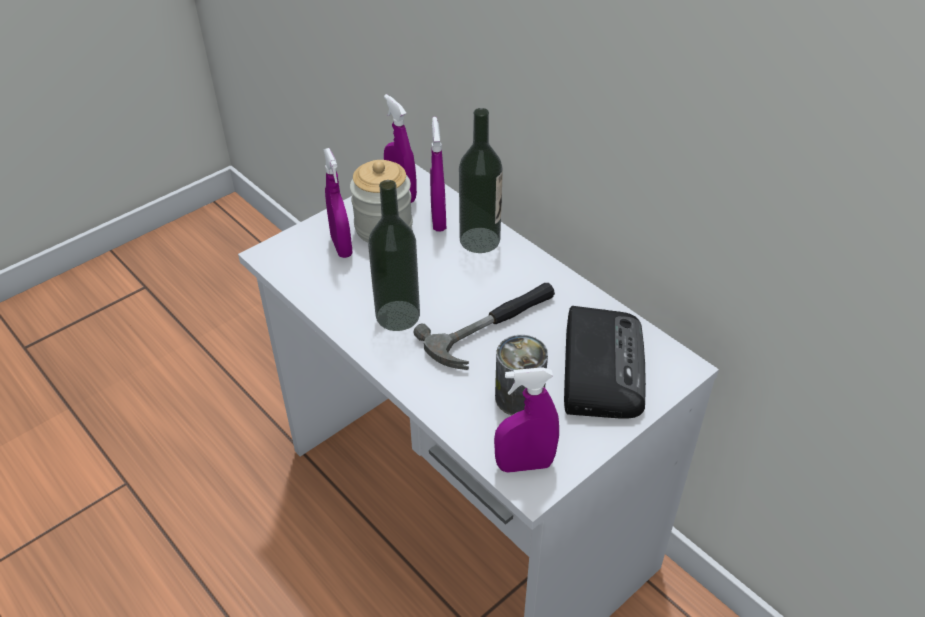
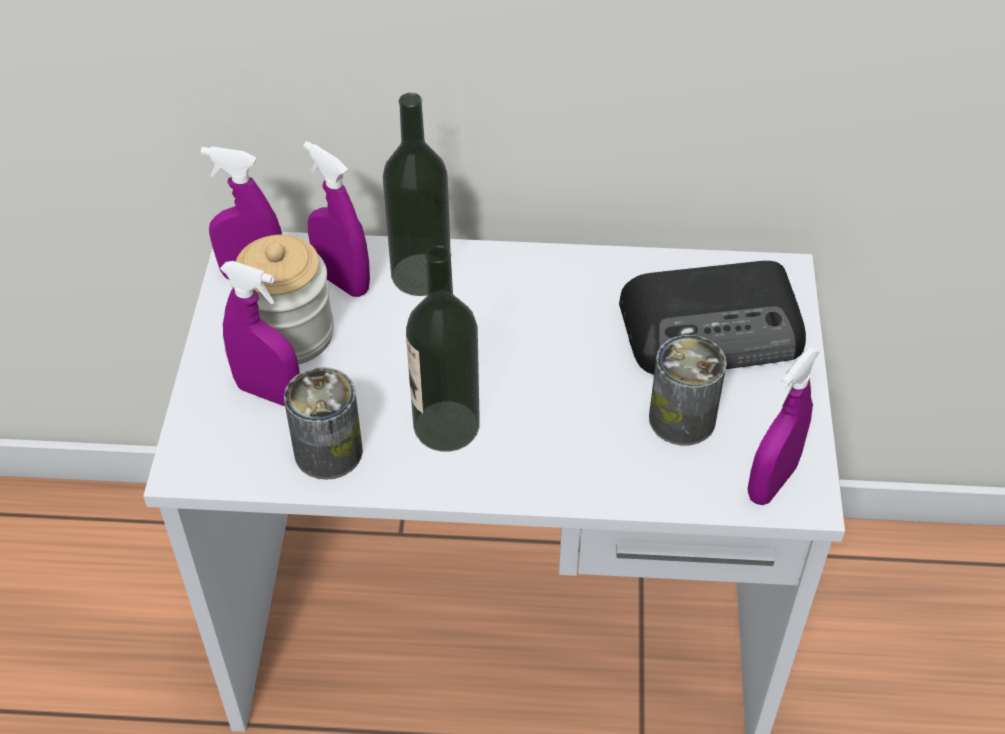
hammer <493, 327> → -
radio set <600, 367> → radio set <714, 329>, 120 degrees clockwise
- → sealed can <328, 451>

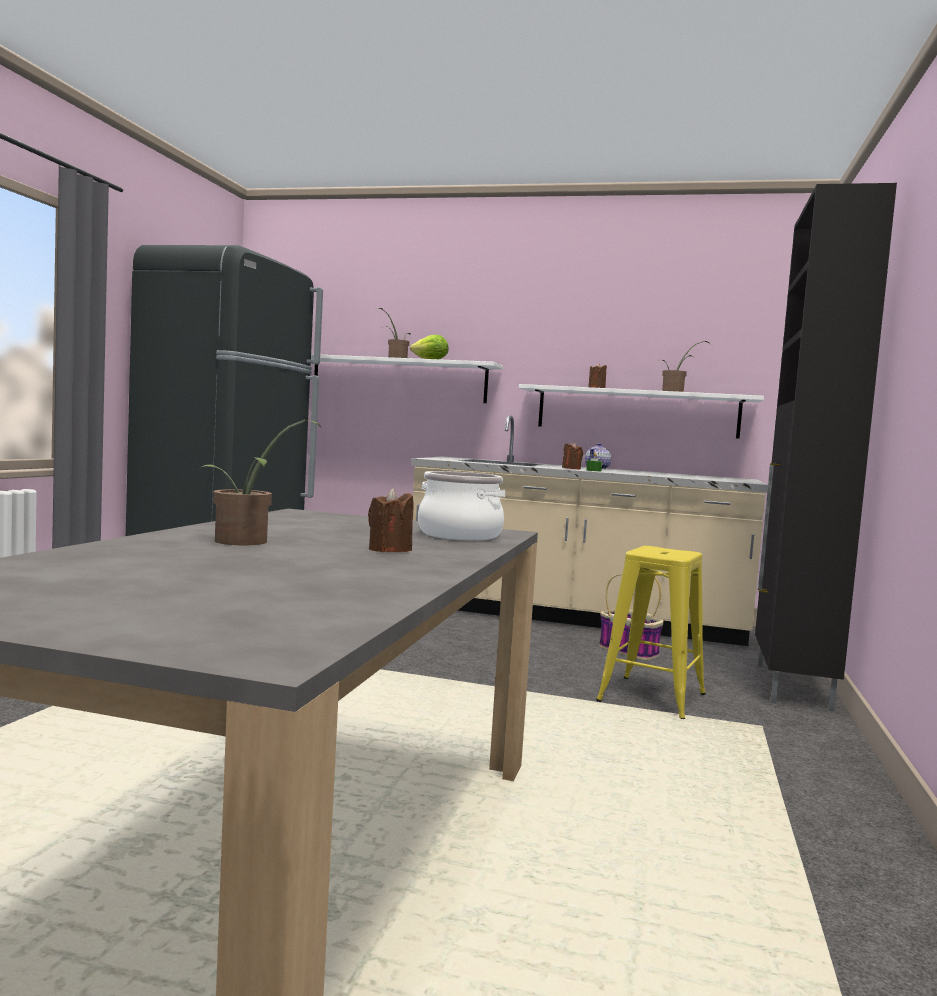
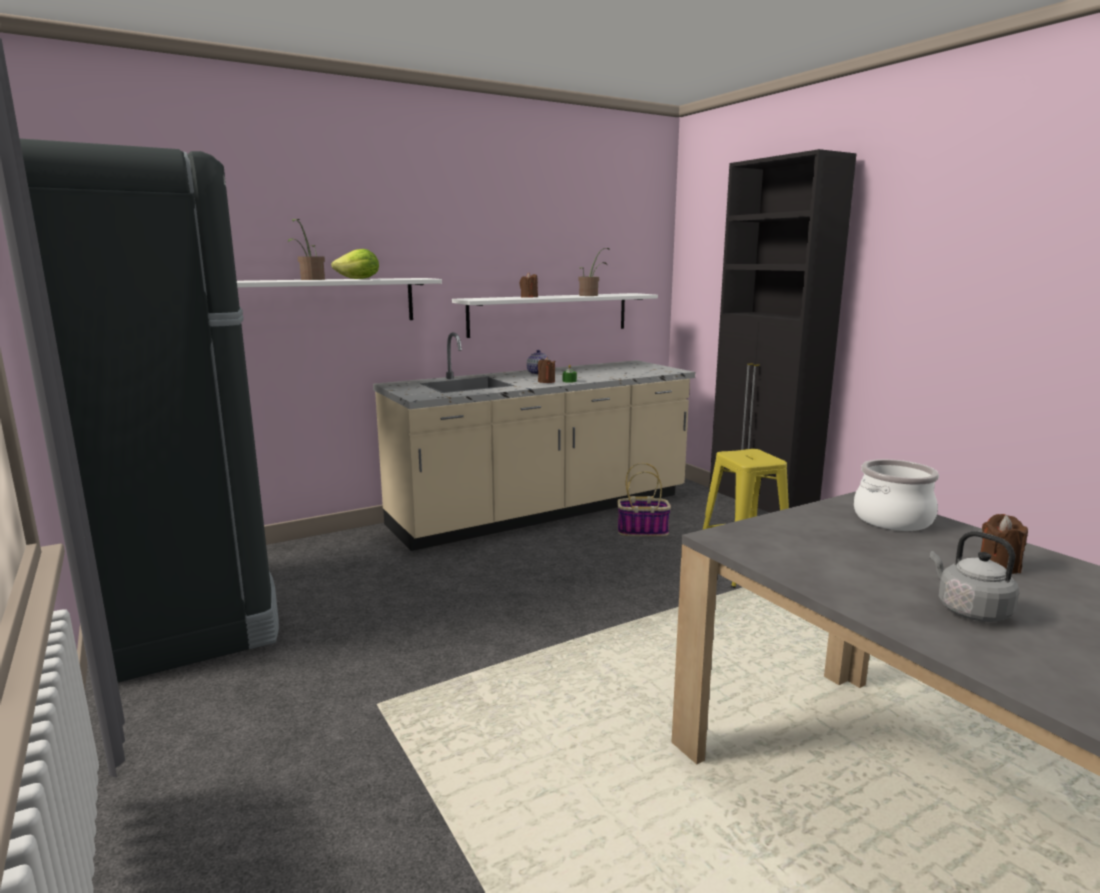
houseplant <247, 542> → gray water kettle <969, 610>

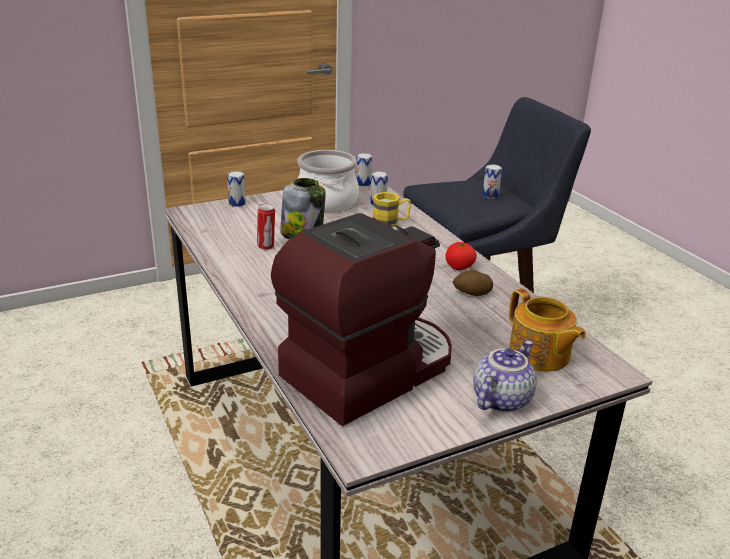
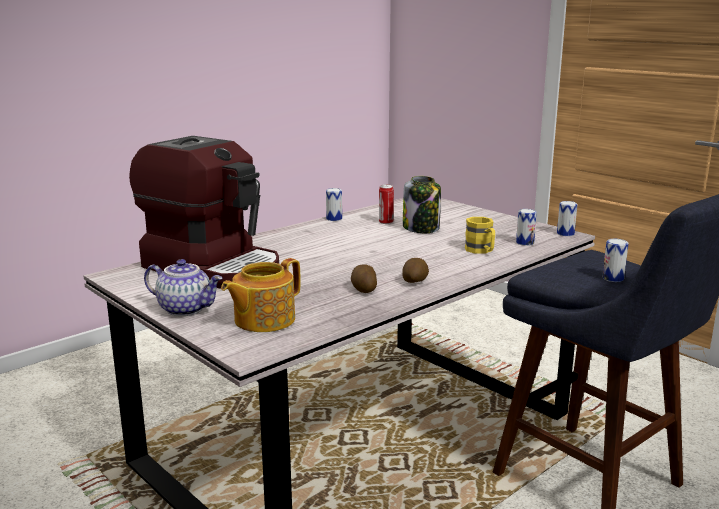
stockpot <326, 202> → -
sealed can <237, 203> → sealed can <334, 218>, moved
whole tomato <459, 267> → whole potato <415, 281>

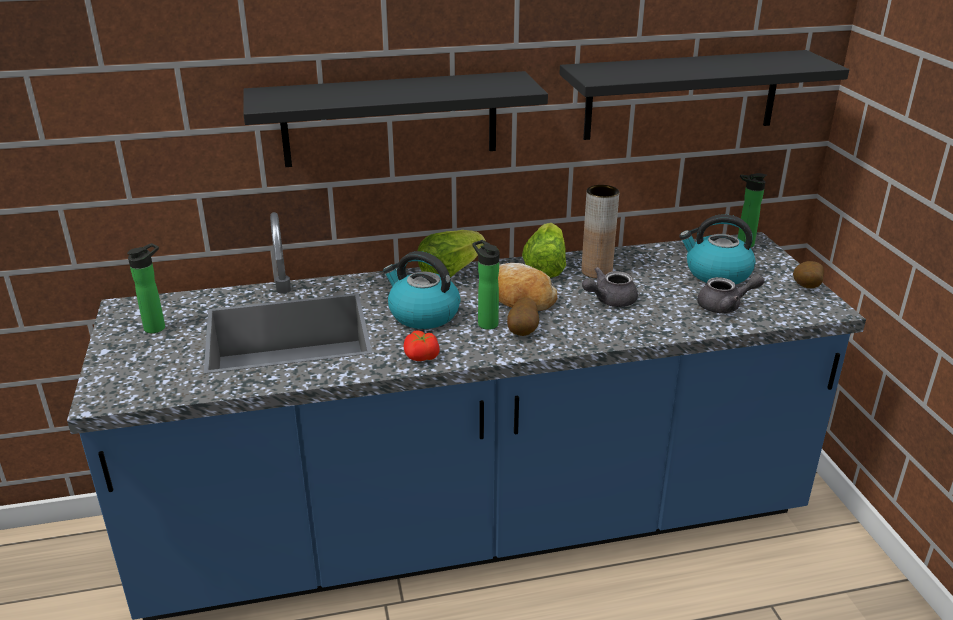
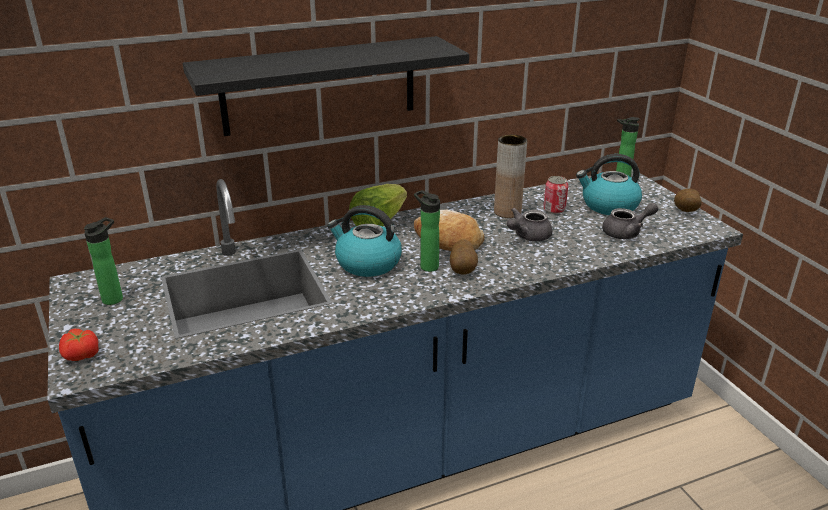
blackish bracket shelf <682, 95> → -
head of lettuce <545, 267> → -
whole tomato <421, 357> → whole tomato <81, 355>, moved
- → sealed can <554, 210>

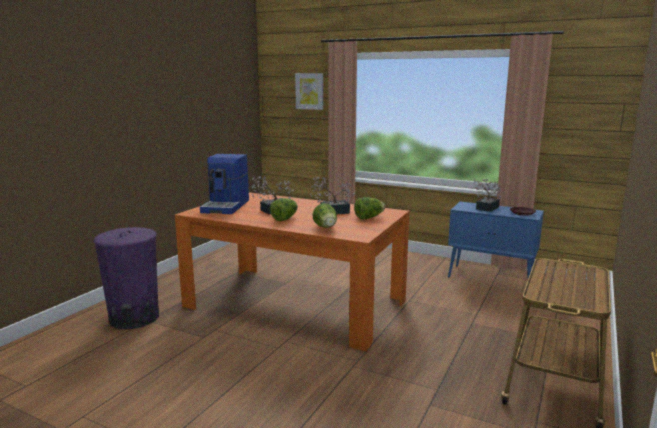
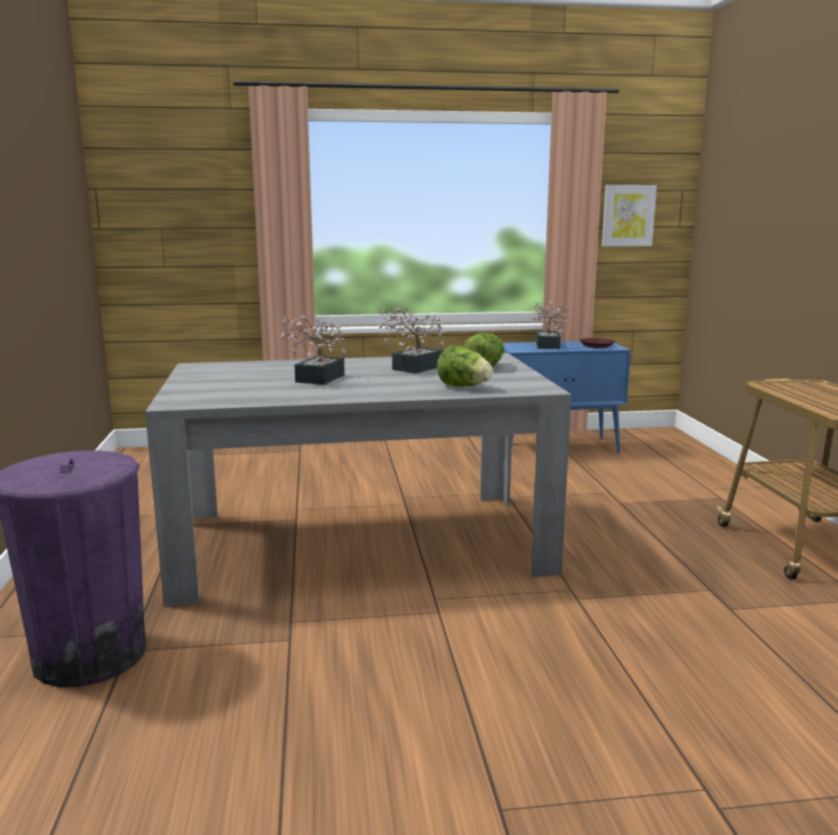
wall picture <309, 91> → wall picture <628, 215>, moved
coffee brewer <226, 206> → -
orangey kitchen table <295, 303> → gray kitchen table <361, 543>
head of lettuce <285, 219> → -

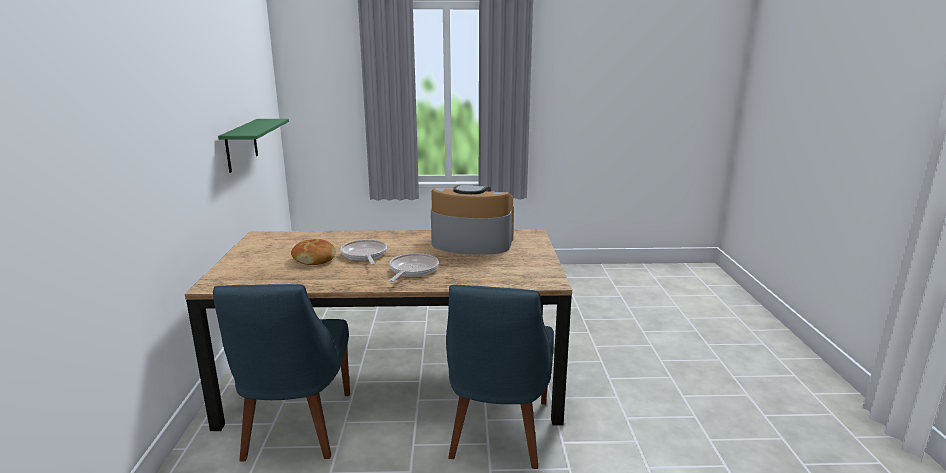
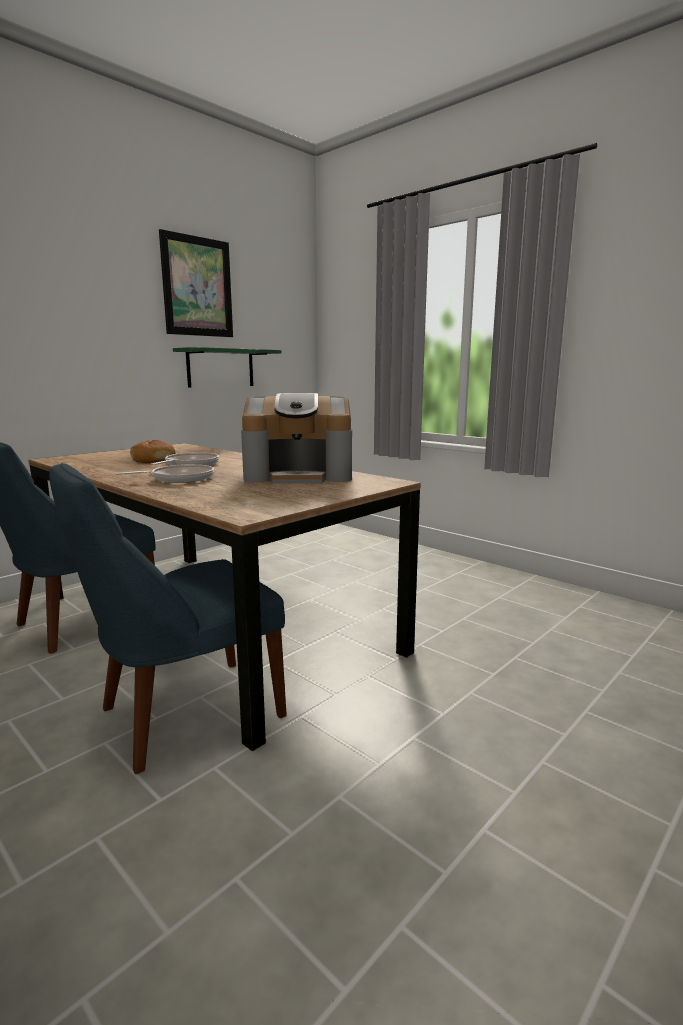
coffee brewer <471, 243> → coffee brewer <299, 475>, 120 degrees clockwise
- → wall picture <197, 287>

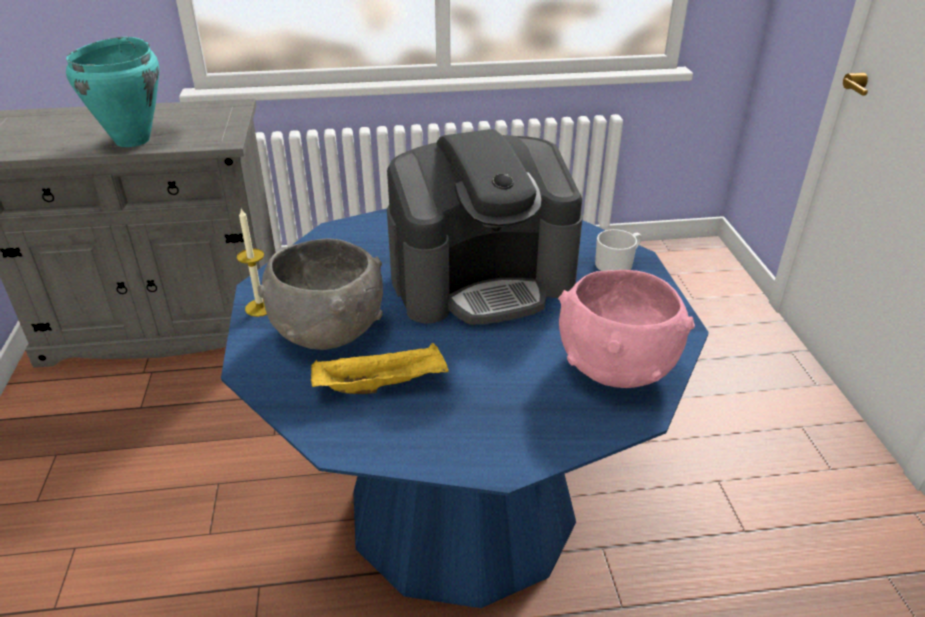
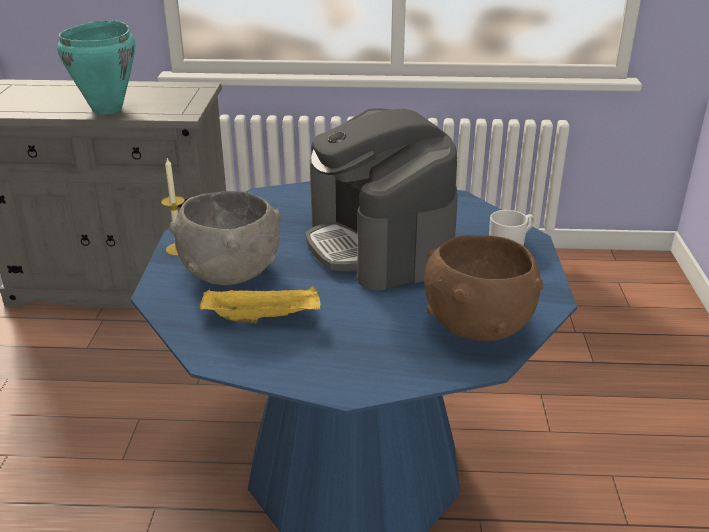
coffee brewer <482, 280> → coffee brewer <379, 244>, 75 degrees clockwise
pink deep dish <615, 367> → brown-coloured deep dish <477, 325>

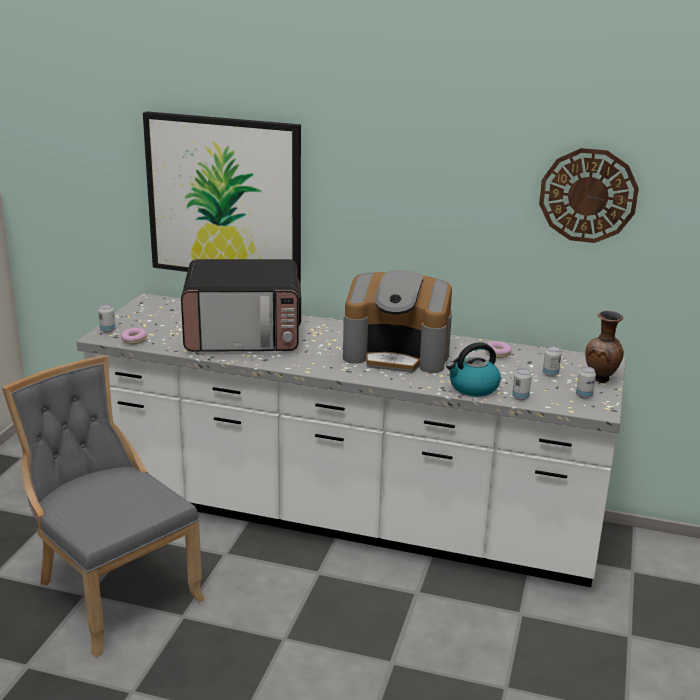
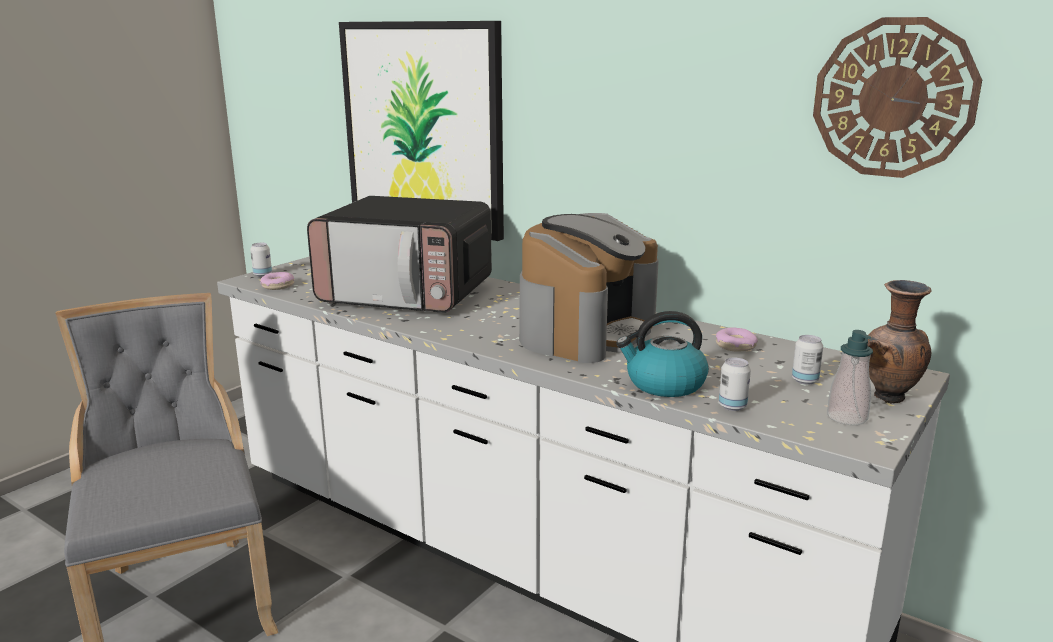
coffee brewer <397, 354> → coffee brewer <586, 331>, 90 degrees counterclockwise
sealed can <584, 395> → soap dispenser <846, 417>

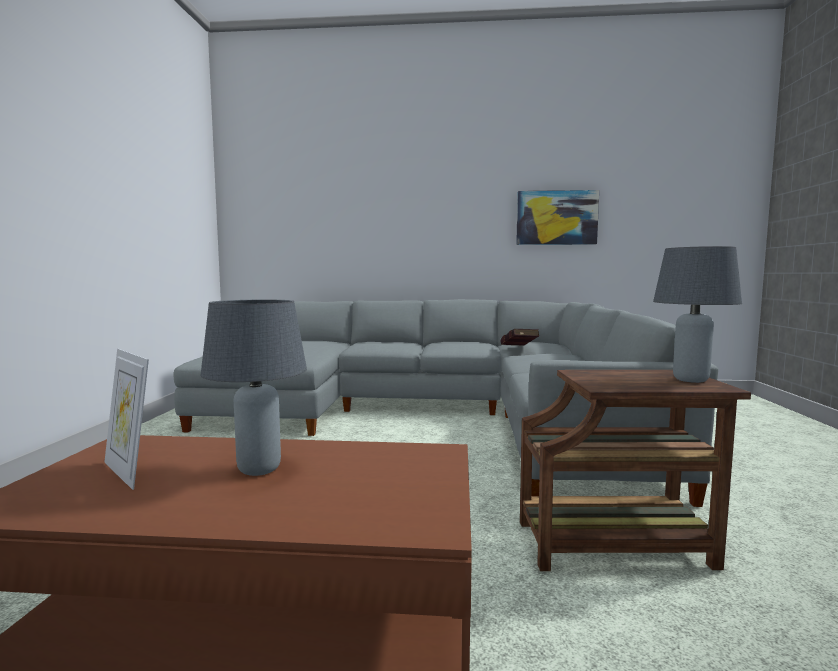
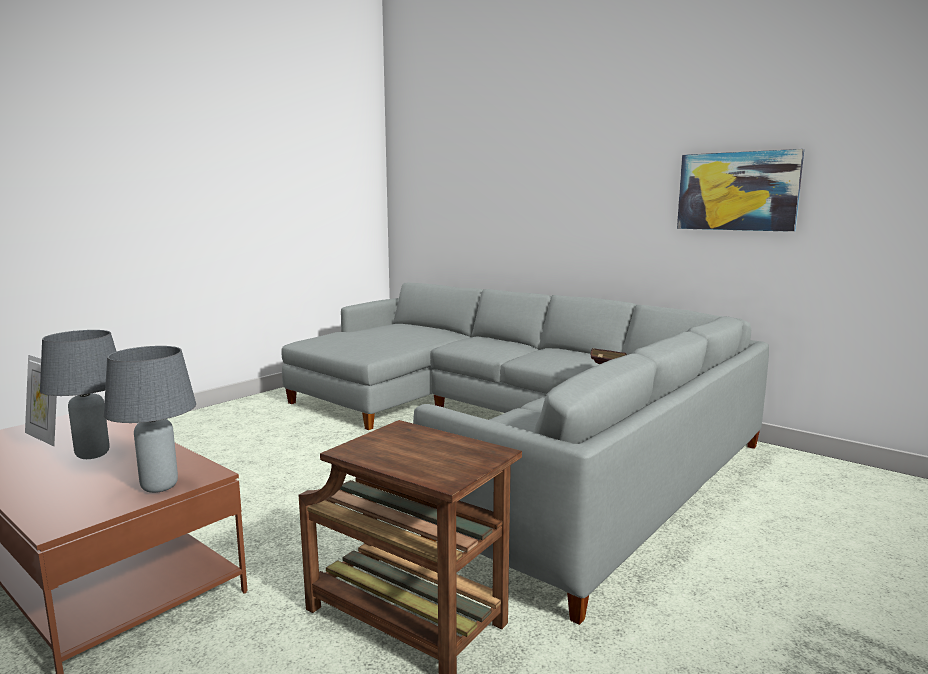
gray tabletop lamp <690, 379> → gray tabletop lamp <161, 487>, moved
photo frame <129, 472> → photo frame <46, 437>, 45 degrees counterclockwise

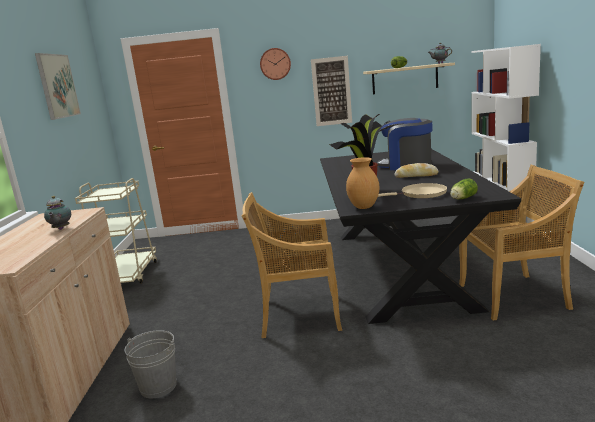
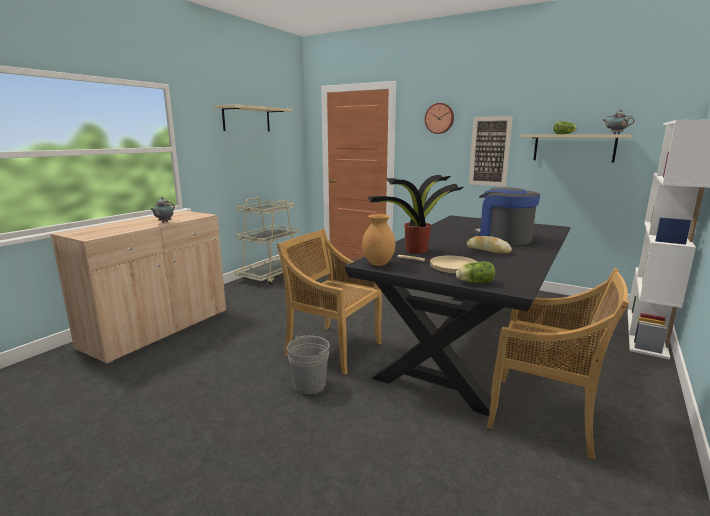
wall picture <57, 86> → beige bracket shelf <246, 119>
gray pail <158, 386> → gray pail <309, 385>, moved

